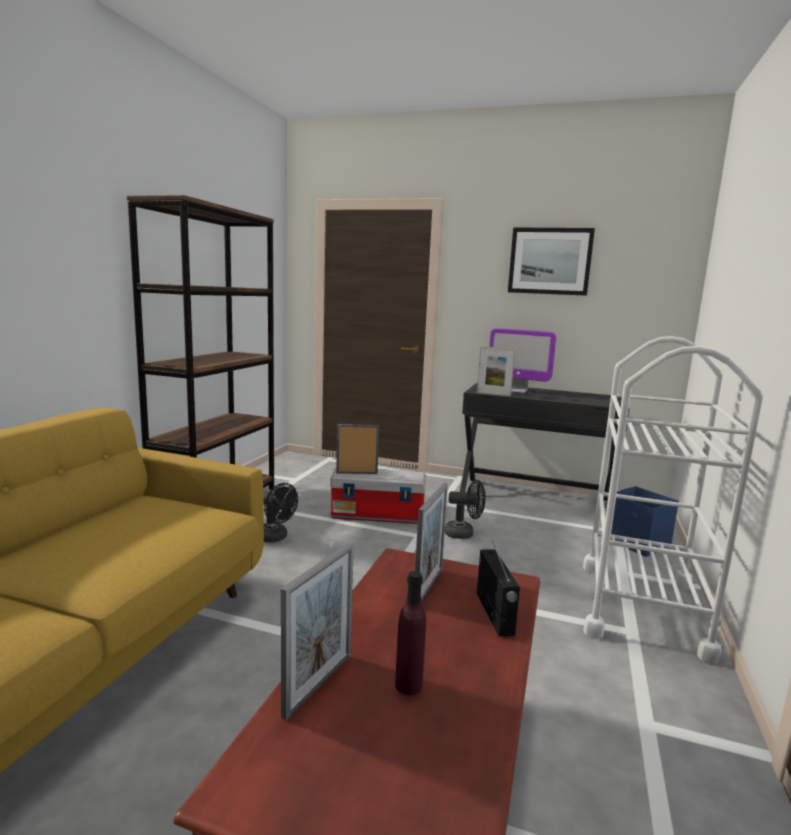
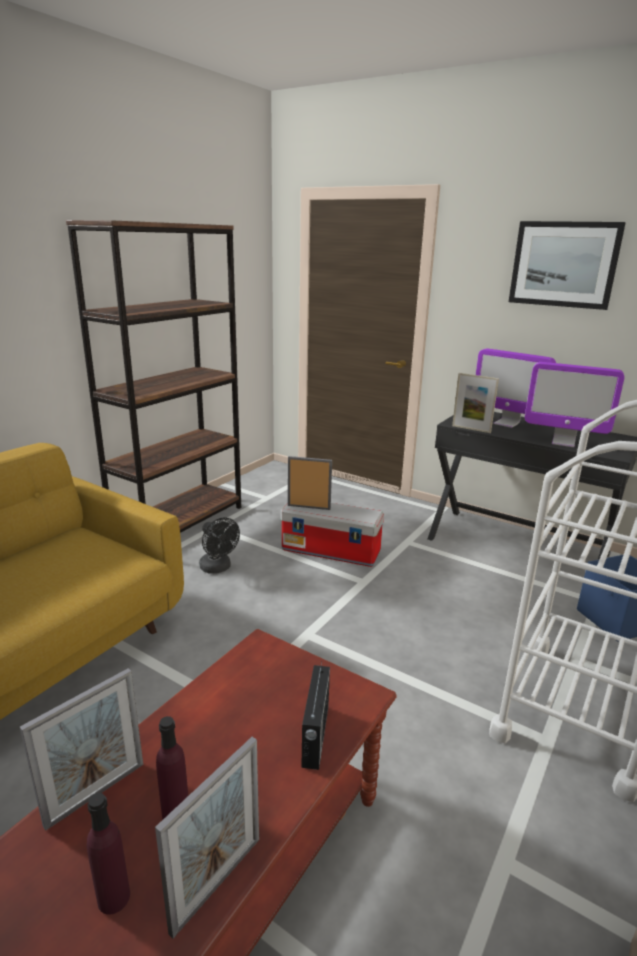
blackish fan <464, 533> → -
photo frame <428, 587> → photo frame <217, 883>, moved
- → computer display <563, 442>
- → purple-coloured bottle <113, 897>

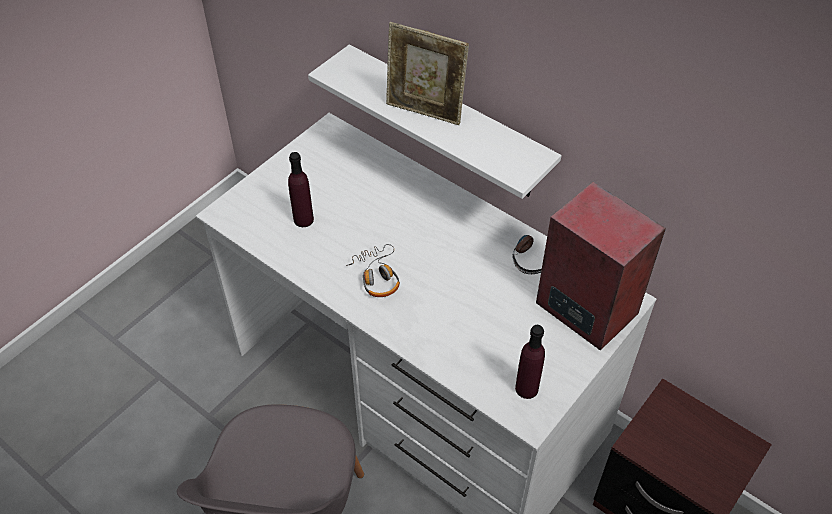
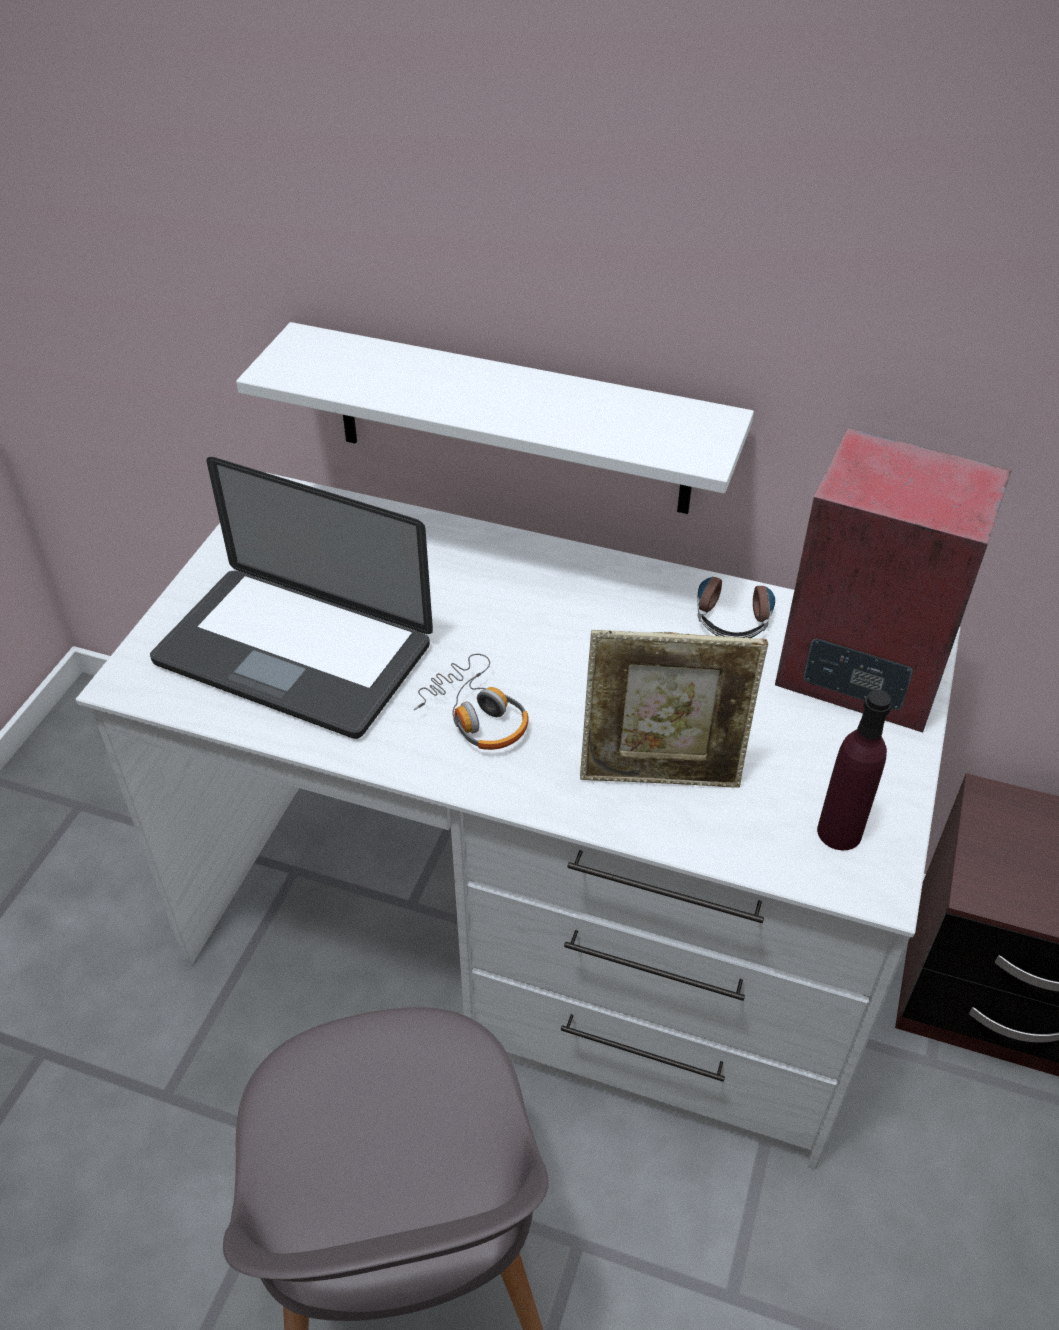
photo frame <425, 112> → photo frame <661, 776>, moved
purple-coloured bottle <303, 219> → notebook computer <293, 654>

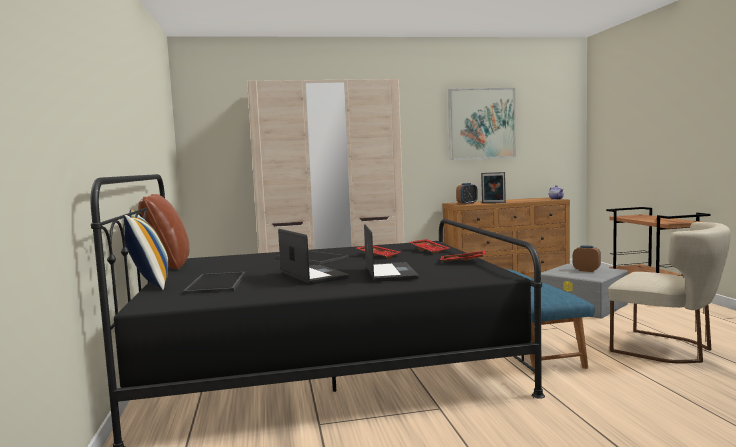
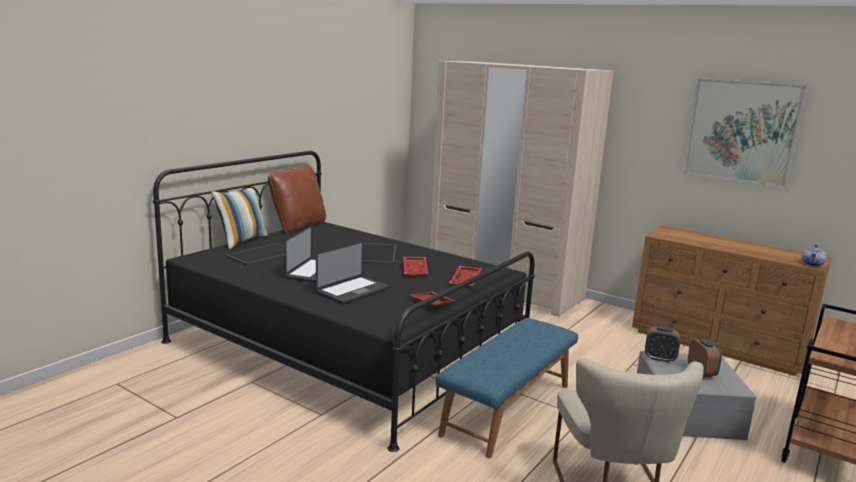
photo frame <493, 203> → -
table clock <467, 203> → table clock <660, 358>, moved

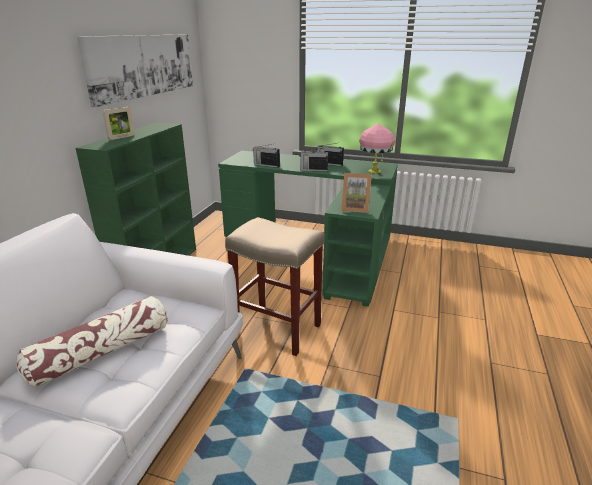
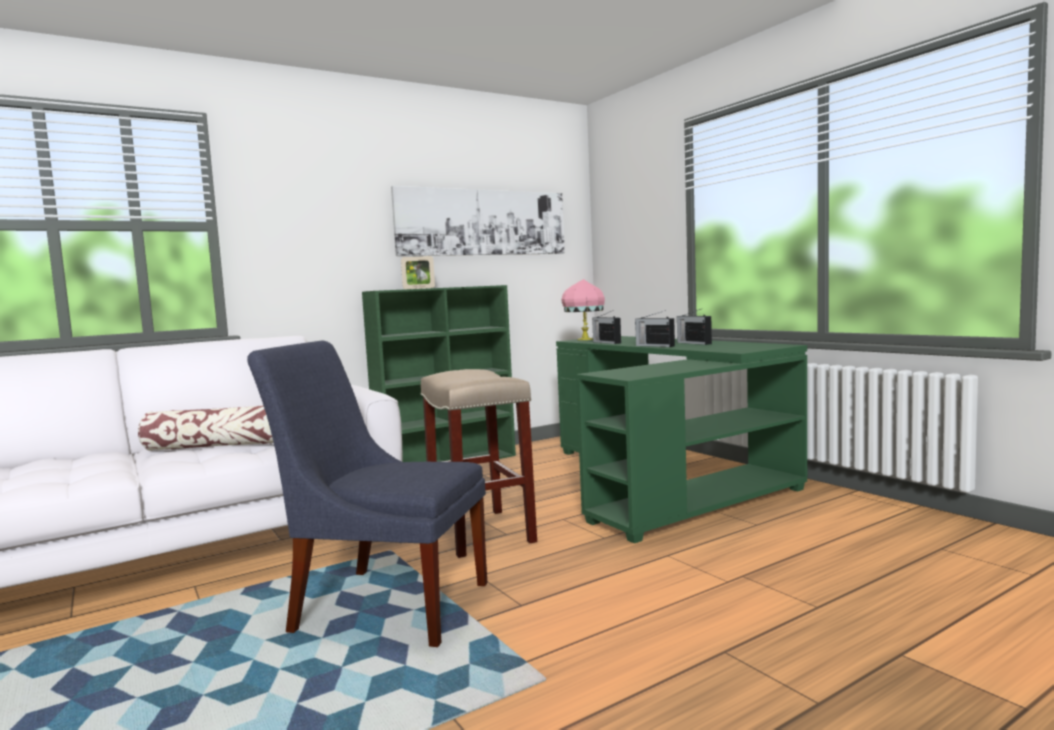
pink tabletop lamp <374, 171> → pink tabletop lamp <584, 339>, moved
photo frame <355, 208> → -
- → blue chair <385, 604>

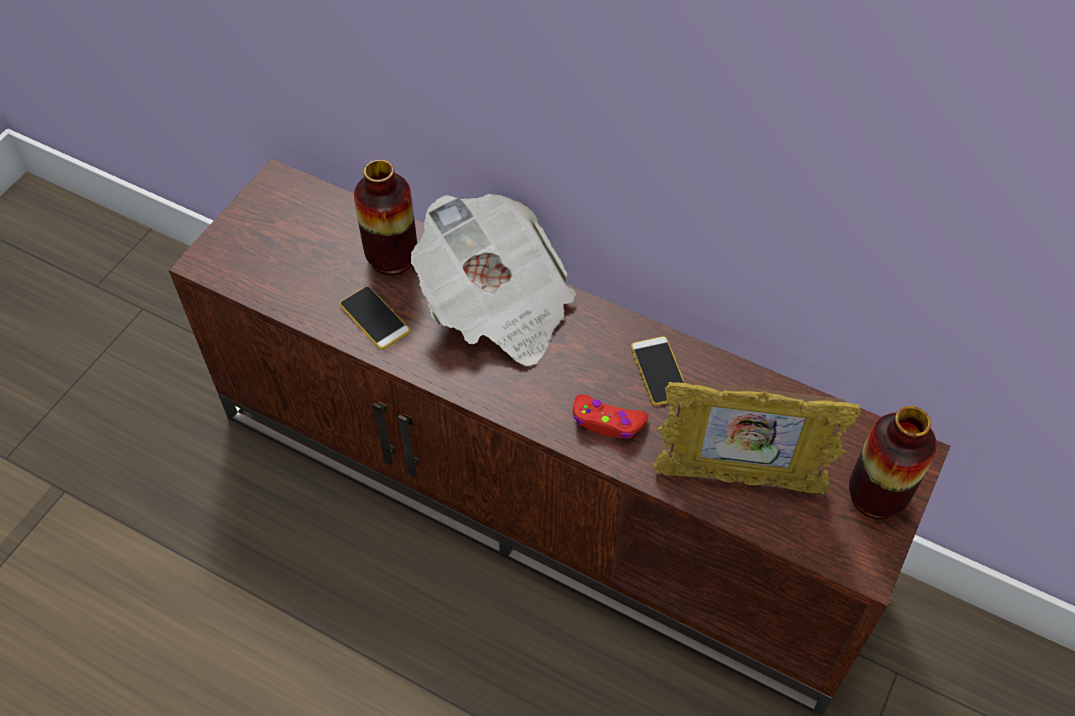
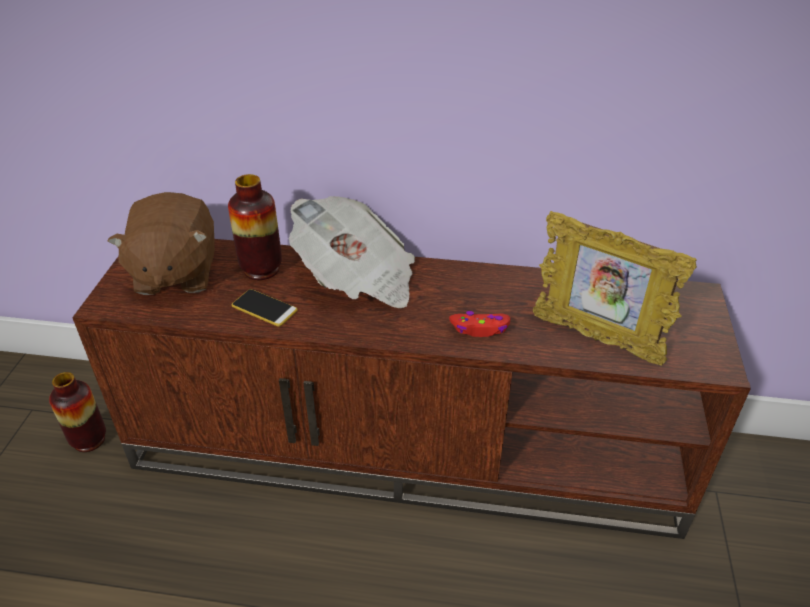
telephone <659, 371> → -
photo frame <738, 480> → photo frame <596, 339>, 45 degrees clockwise
flower vase <876, 497> → flower vase <89, 440>, moved
- → brown-coloured cuddly toy <175, 273>

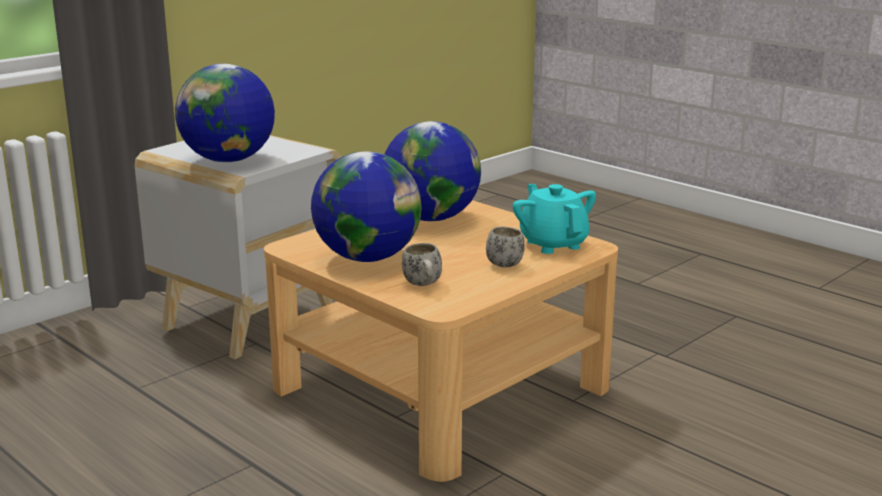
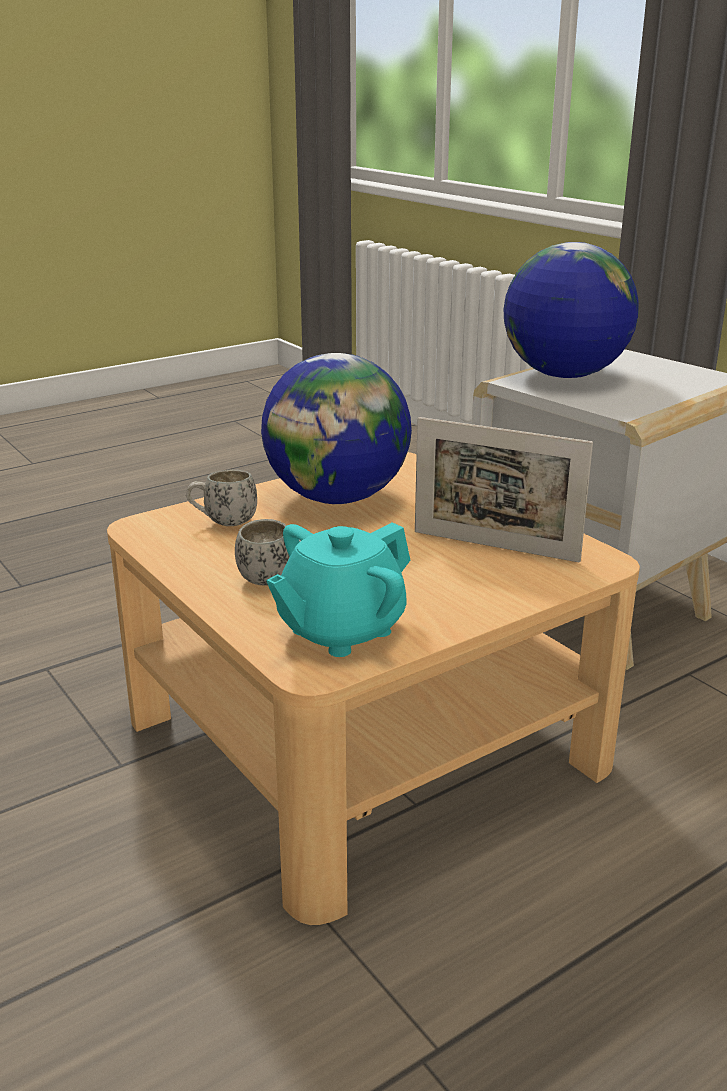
desk globe <431, 218> → photo frame <495, 546>
turquoise pot for tea <553, 244> → turquoise pot for tea <340, 631>, 150 degrees clockwise

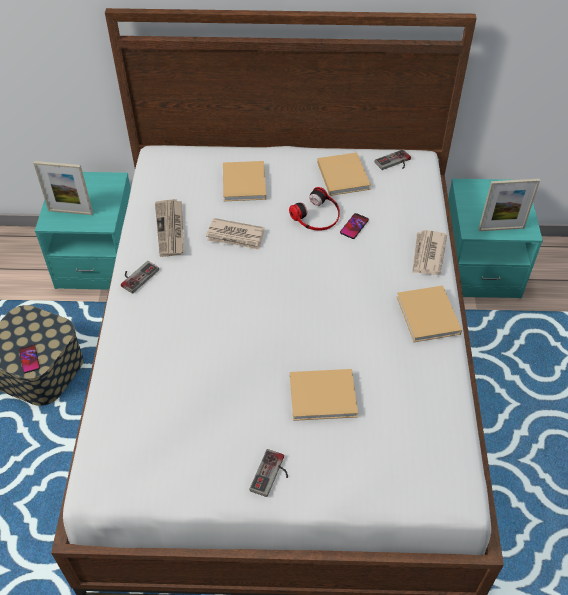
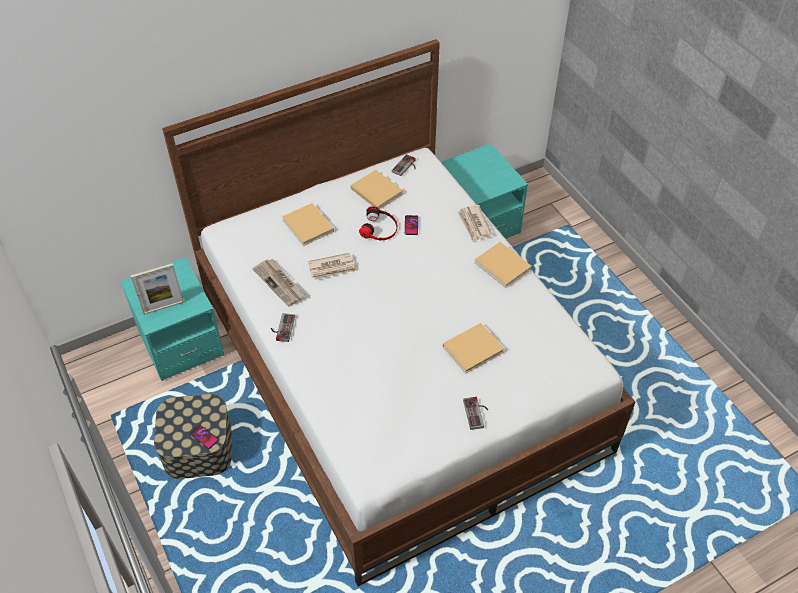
photo frame <501, 228> → -

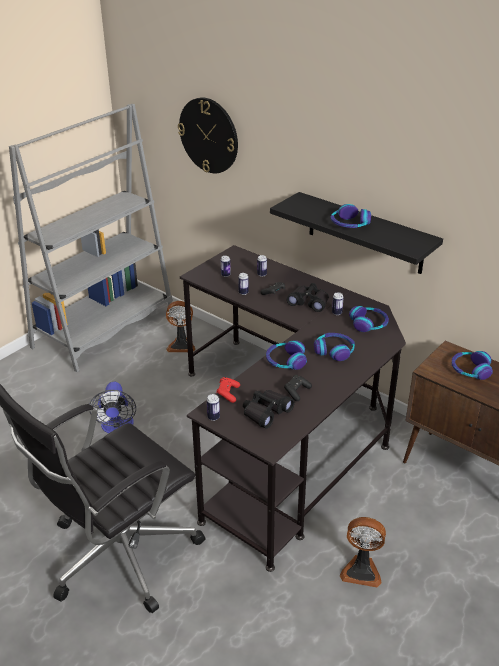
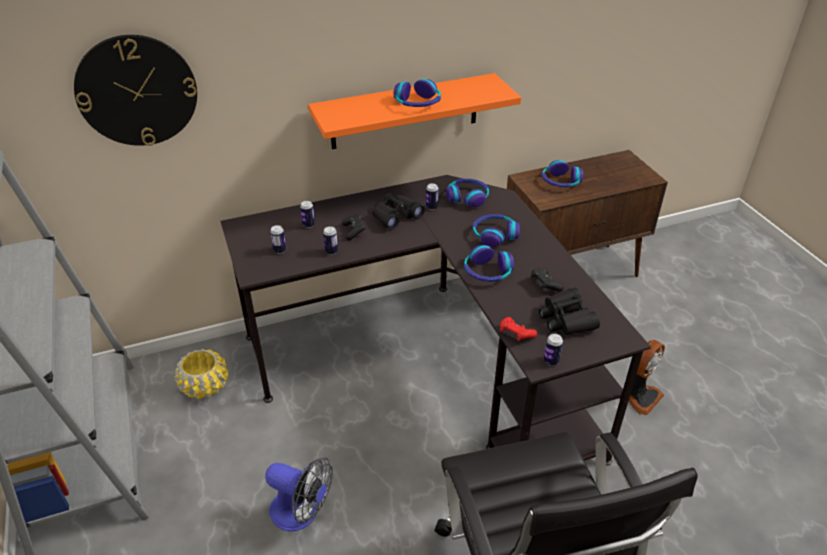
blackish bracket shelf <365, 233> → orangey bracket shelf <405, 111>
fan <181, 345> → yellow planter <205, 386>

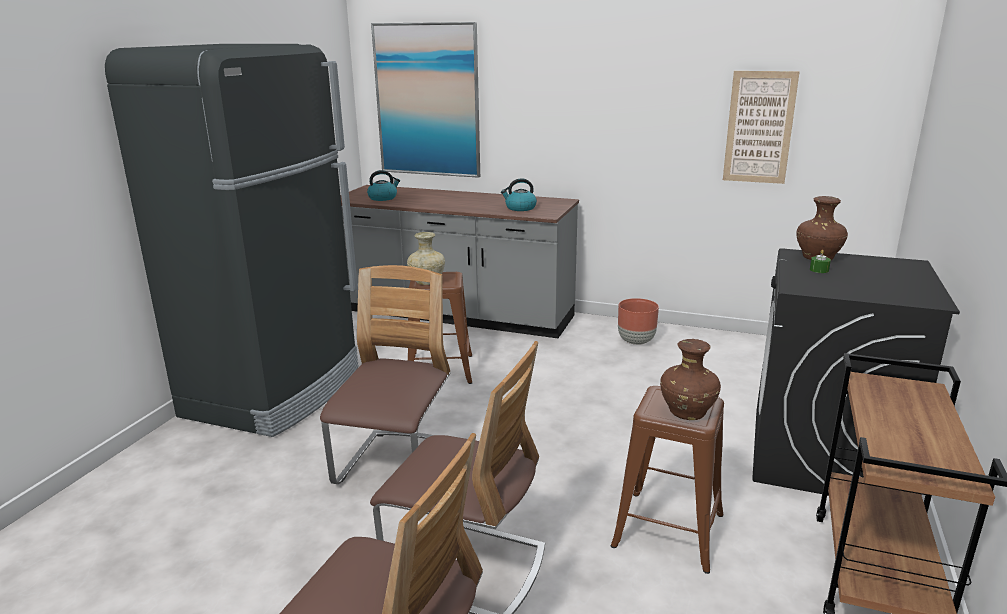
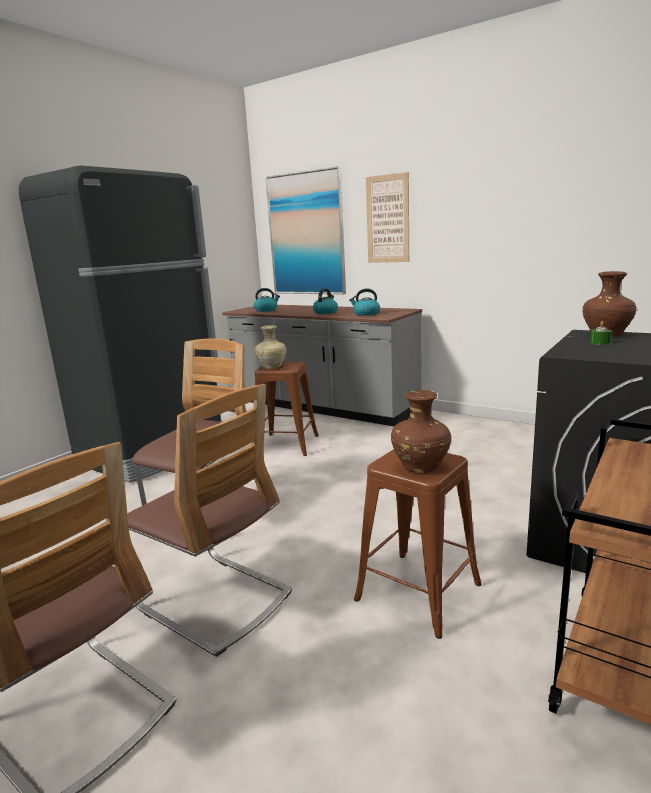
wall picture <759, 127> → wall picture <387, 219>, moved
brown-coloured planter <636, 341> → -
- → water kettle <325, 312>

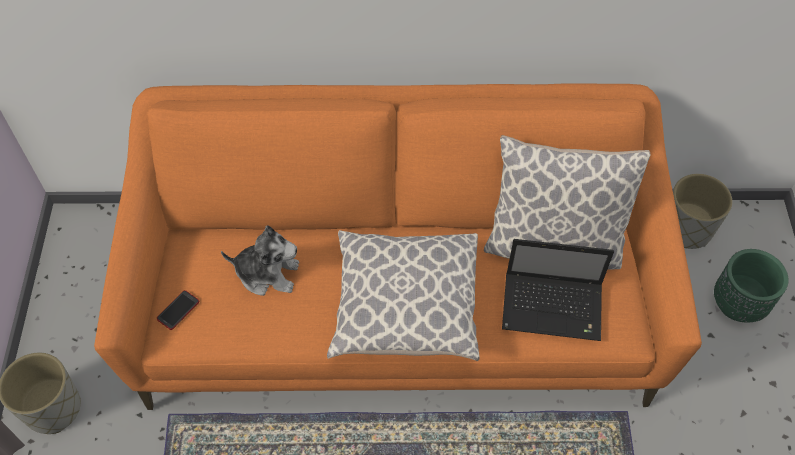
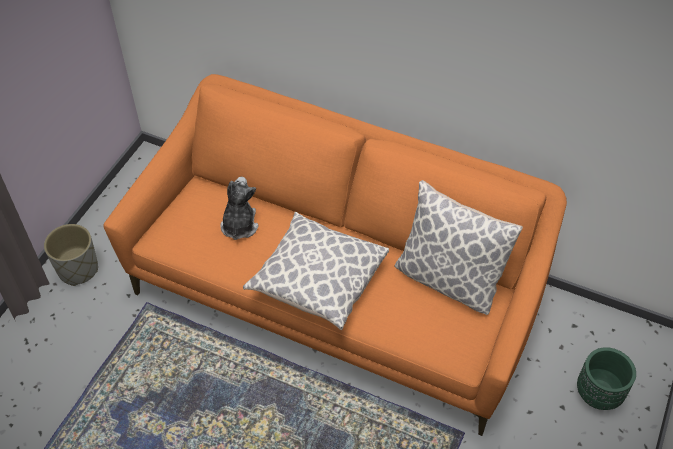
gray planter <687, 229> → -
cuddly toy <267, 273> → cuddly toy <239, 225>, 120 degrees counterclockwise
notebook computer <554, 307> → -
telephone <178, 310> → -

